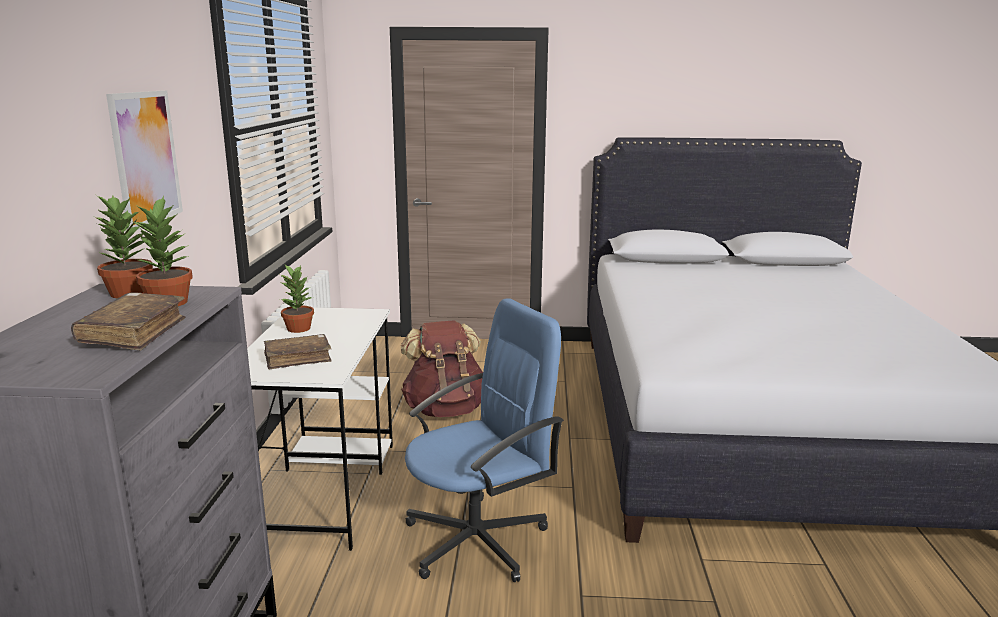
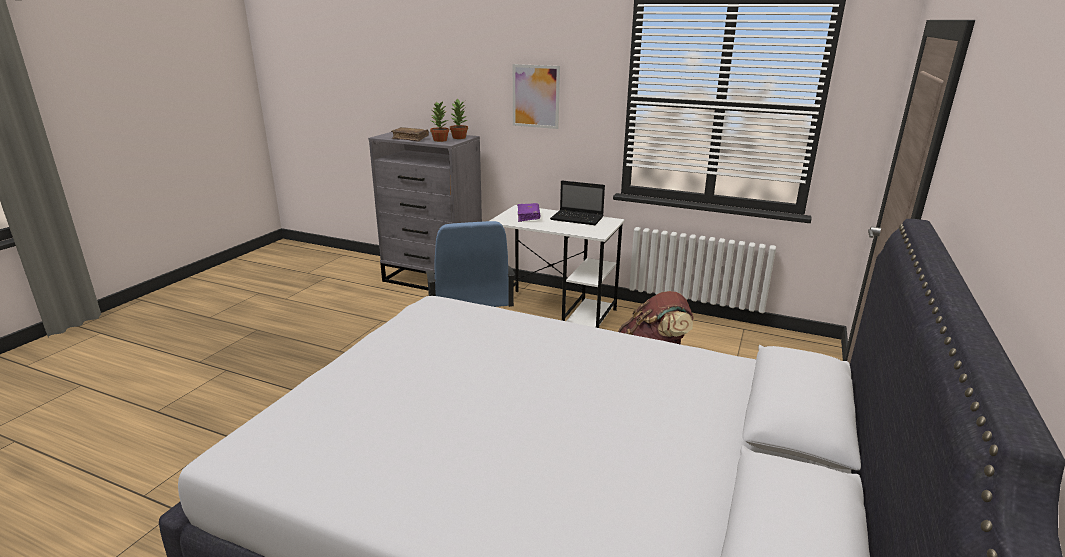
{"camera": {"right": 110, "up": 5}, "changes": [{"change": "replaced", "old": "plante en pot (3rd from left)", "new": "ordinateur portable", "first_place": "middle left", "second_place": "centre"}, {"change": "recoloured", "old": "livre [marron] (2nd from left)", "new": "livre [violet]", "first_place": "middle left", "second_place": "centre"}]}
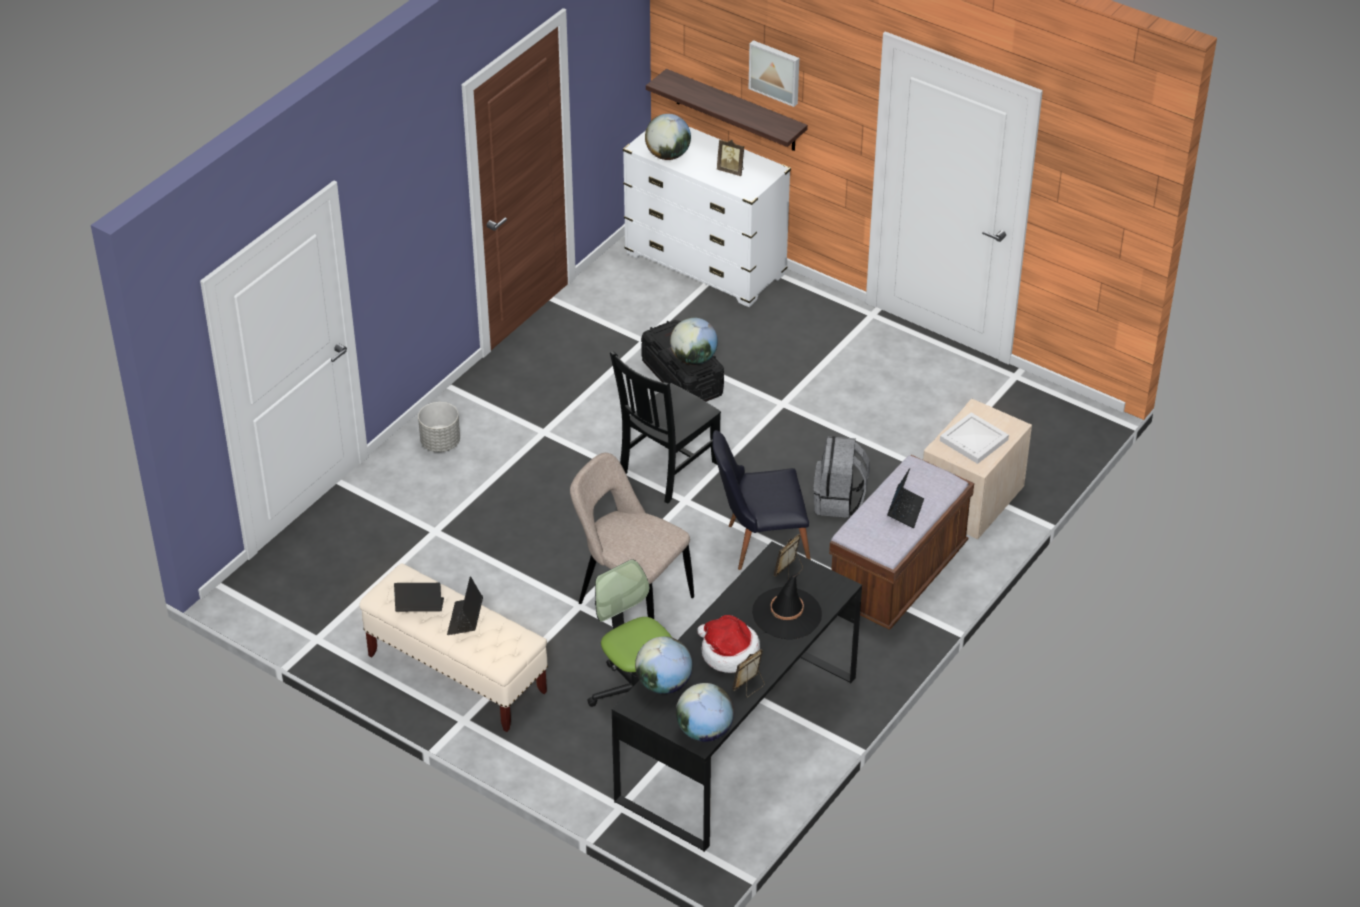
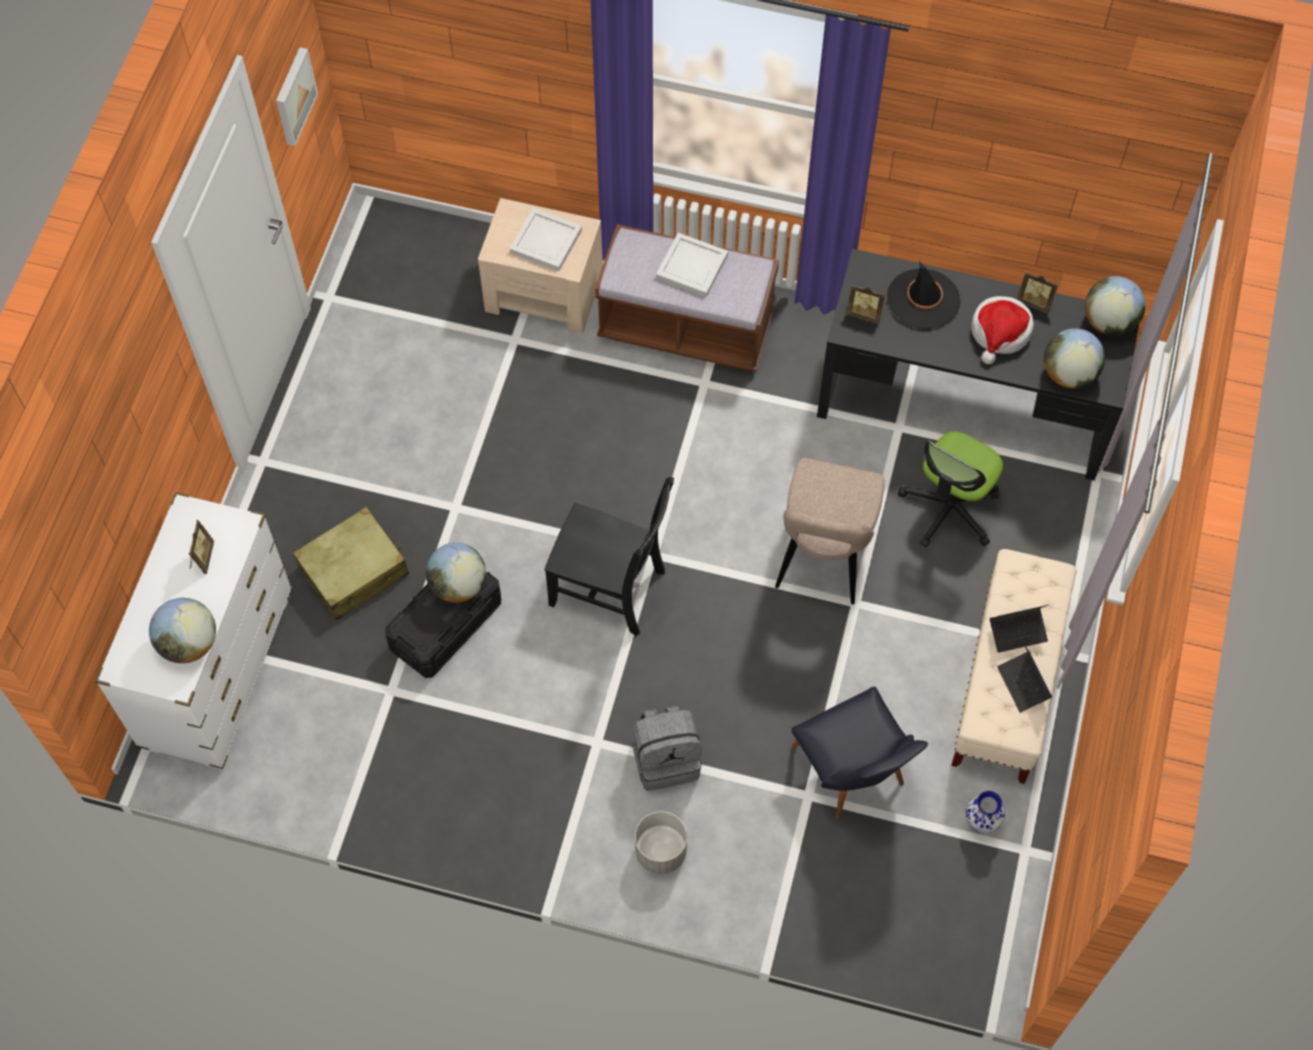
{"camera": {"right": -110, "up": 20}, "changes": [{"change": "removed", "old": "étagère", "first_place": "top centre"}, {"change": "added", "new": "valise [beige]", "second_place": "middle left"}, {"change": "added", "new": "vase", "second_place": "bottom right"}, {"change": "moved", "old": "chaise [noir] (2nd from left)", "first_place": "centre", "second_place": "bottom centre"}, {"change": "moved", "old": "tableau", "first_place": "top centre", "second_place": "top left"}, {"change": "moved", "old": "sac à dos [gris]", "first_place": "centre", "second_place": "bottom centre"}, {"change": "replaced", "old": "ordinateur portable (3rd from left)", "new": "plateau [blanc] (2nd from left)", "first_place": "centre", "second_place": "top centre"}]}
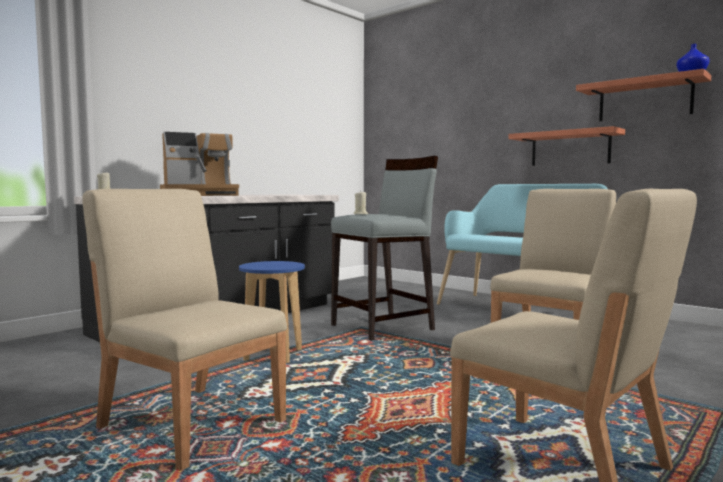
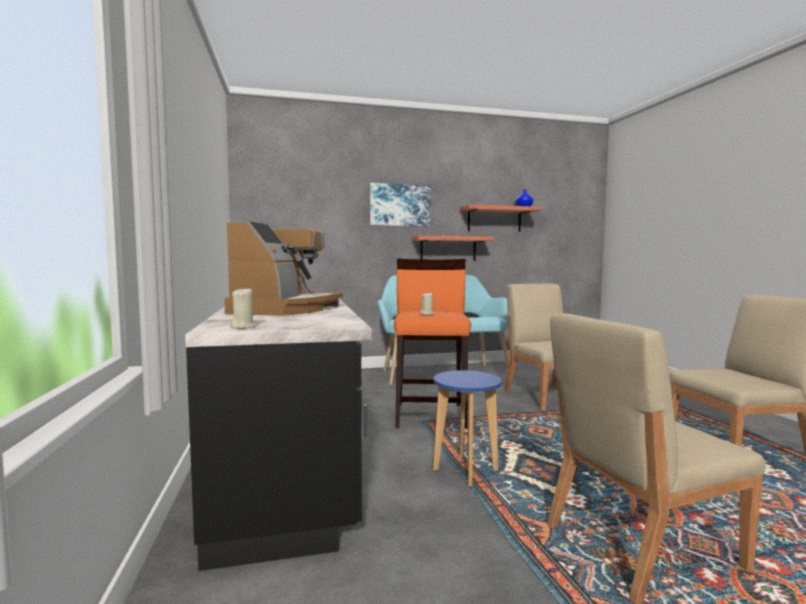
{"camera": {"right": -55, "up": 0}, "changes": [{"change": "added", "new": "tableau", "second_place": "centre"}, {"change": "recoloured", "old": "tabouret [gris]", "new": "tabouret [orange]", "first_place": "centre", "second_place": "centre"}]}
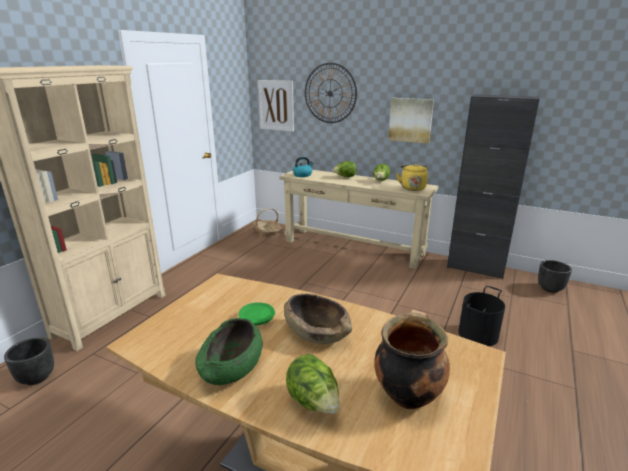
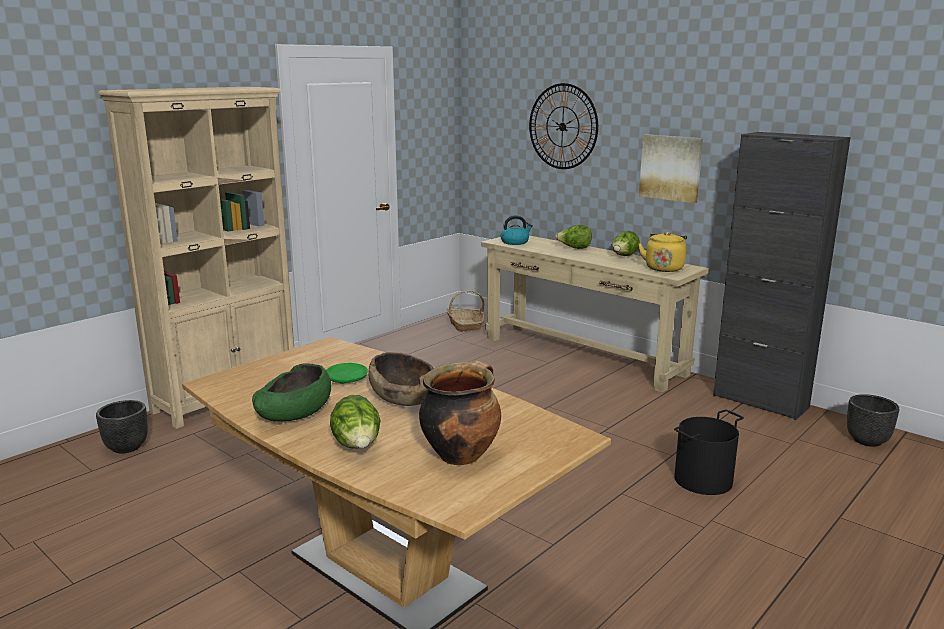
{"camera": {"right": 15, "up": -5}, "changes": [{"change": "removed", "old": "tableau (1st from left)", "first_place": "top centre"}]}
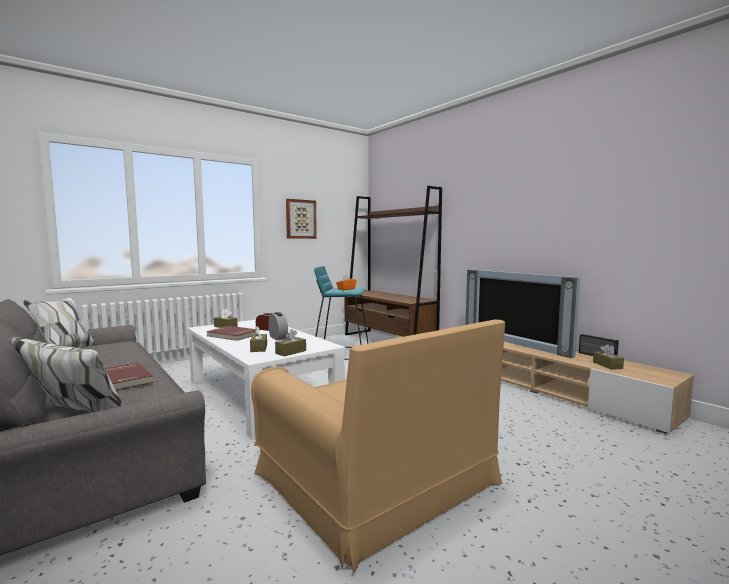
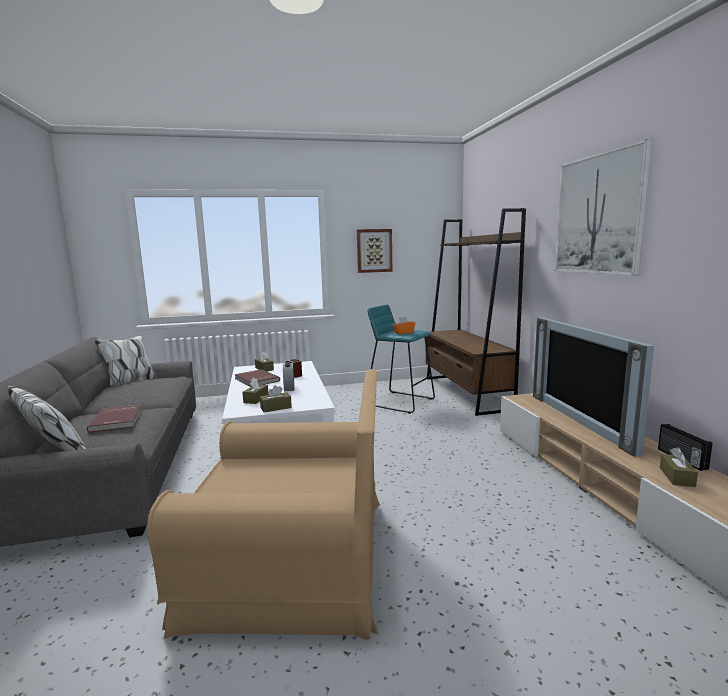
{"camera": {"right": 25, "up": 5}, "changes": [{"change": "added", "new": "tableau (2nd from left)", "second_place": "top right"}, {"change": "turned", "old": "fauteuil [marron]", "first_place": "bottom centre", "second_place": "bottom centre", "degrees": -75}]}
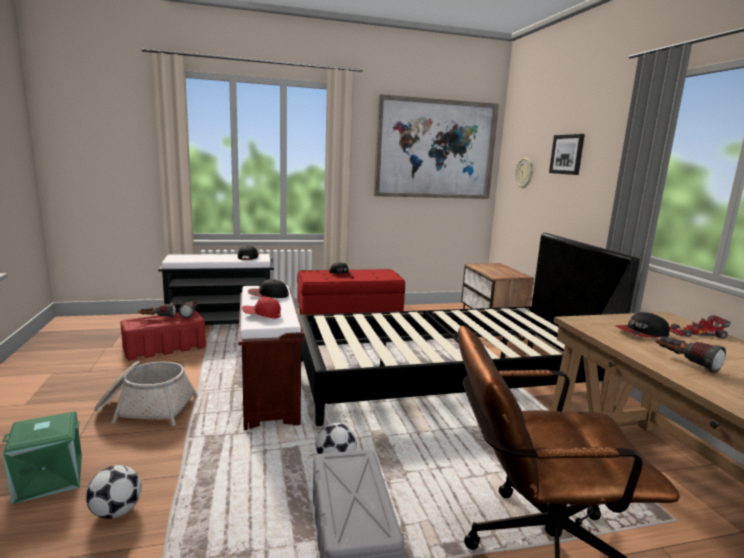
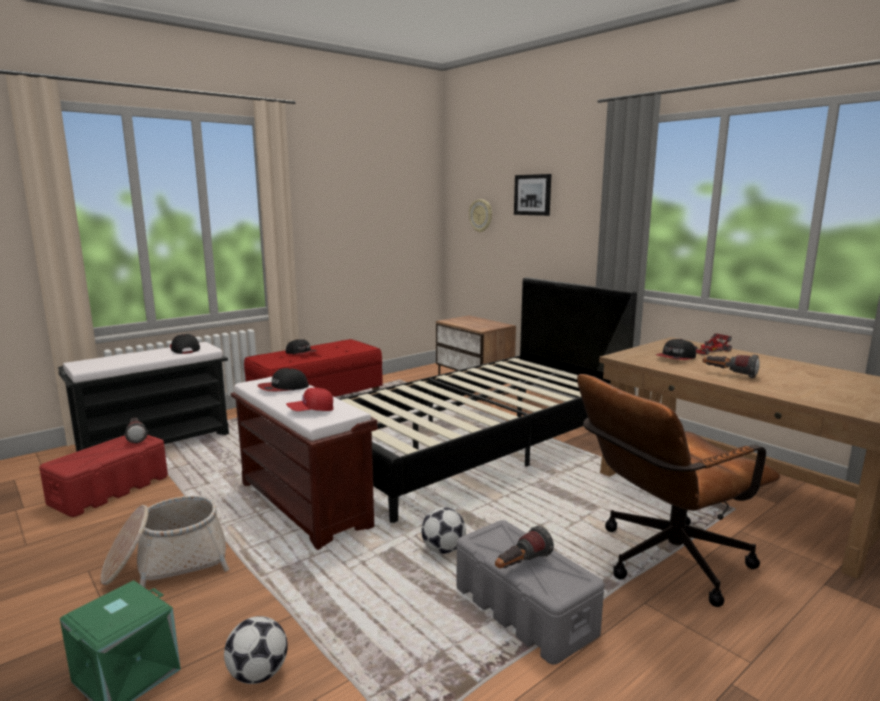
{"camera": {"right": -25, "up": 0}, "changes": [{"change": "removed", "old": "tableau (1st from left)", "first_place": "top centre"}, {"change": "moved", "old": "lampe de poche (1st from left in the first image)", "new": "lampe de poche (2nd from left)", "first_place": "middle left", "second_place": "bottom centre"}]}
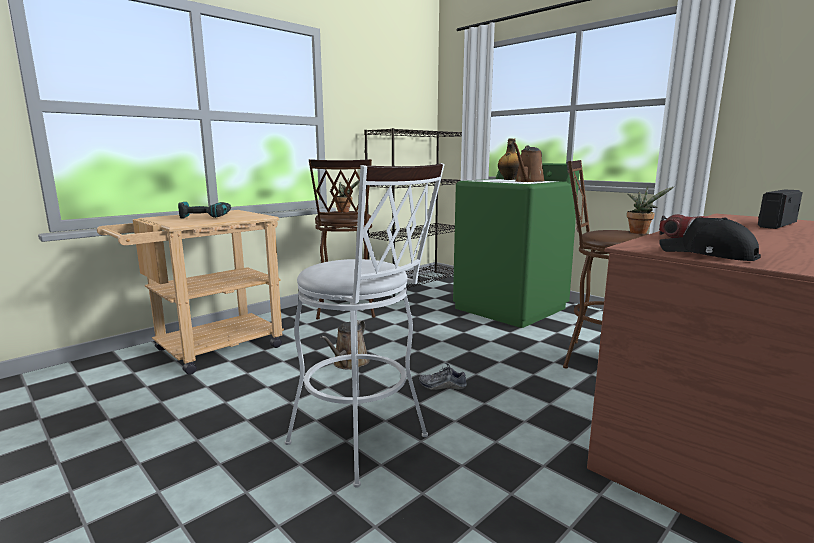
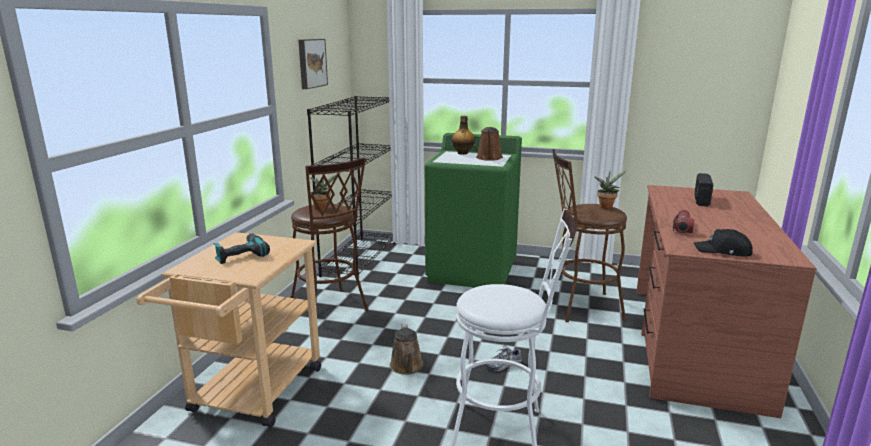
{"camera": {"right": -30, "up": 5}, "changes": [{"change": "added", "new": "tableau", "second_place": "top centre"}]}
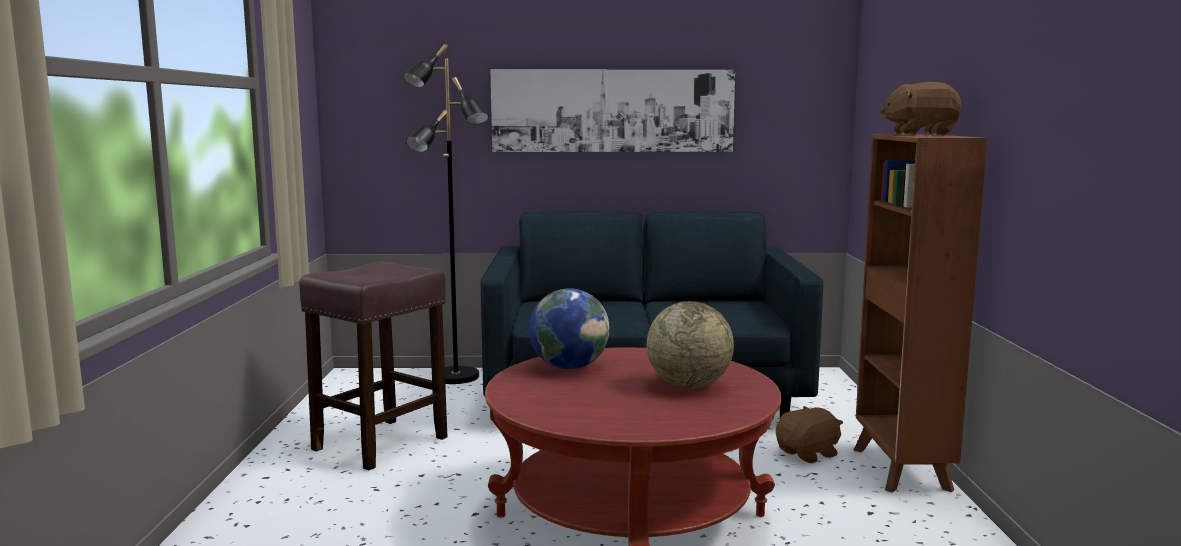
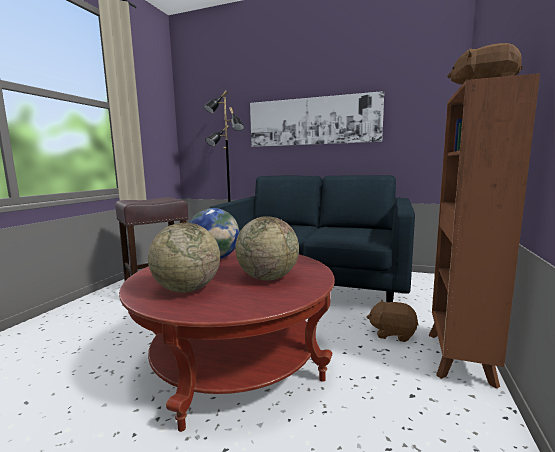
{"camera": {"right": 20, "up": 0}, "changes": [{"change": "added", "new": "globe (1st from left)", "second_place": "middle left"}, {"change": "turned", "old": "peluche [marron] (1st from left)", "first_place": "bottom right", "second_place": "bottom right", "degrees": -150}]}
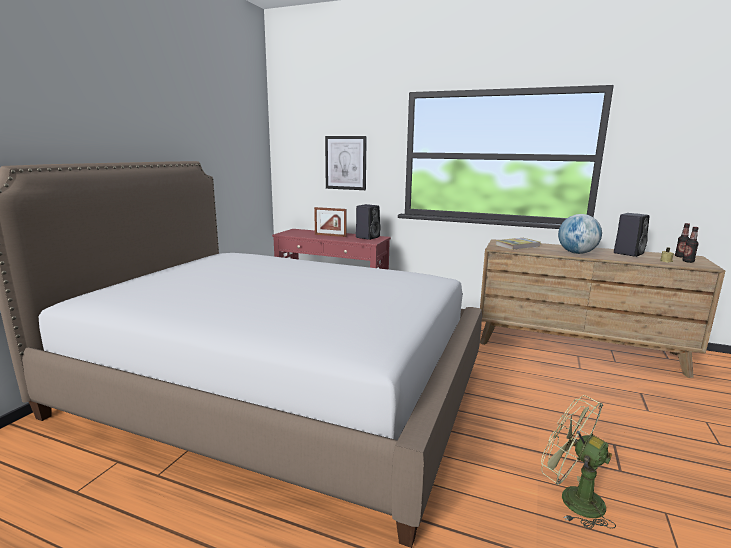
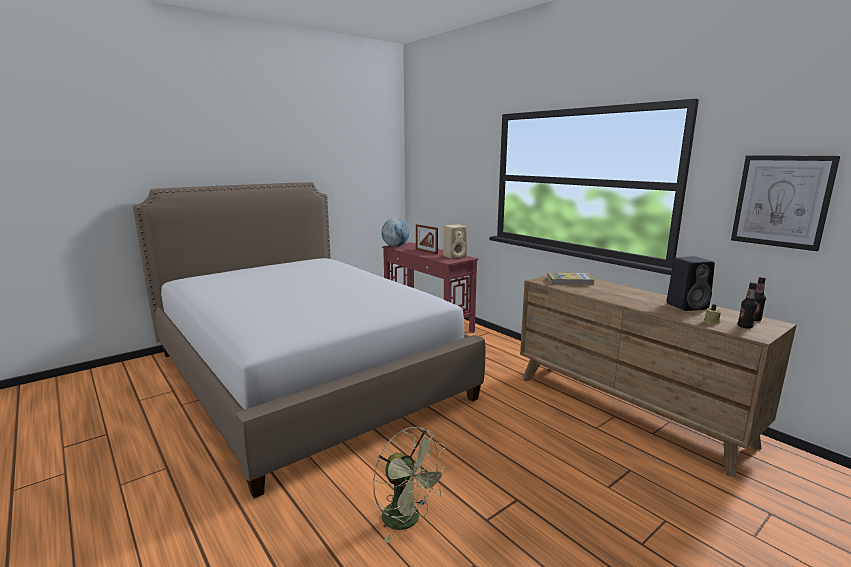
{"camera": {"right": 30, "up": 0}, "changes": [{"change": "moved", "old": "tableau", "first_place": "top centre", "second_place": "middle right"}, {"change": "moved", "old": "globe", "first_place": "middle right", "second_place": "centre"}, {"change": "recoloured", "old": "enceinte [noir] (1st from left)", "new": "enceinte [beige]", "first_place": "centre", "second_place": "centre"}, {"change": "turned", "old": "ventilateur [vert]", "first_place": "bottom right", "second_place": "bottom centre", "degrees": 150}]}
